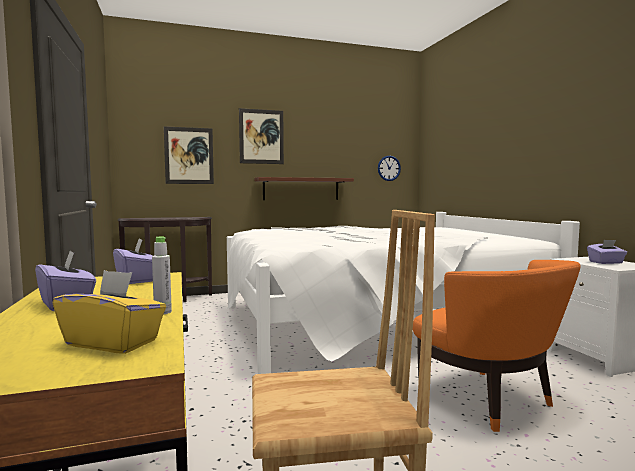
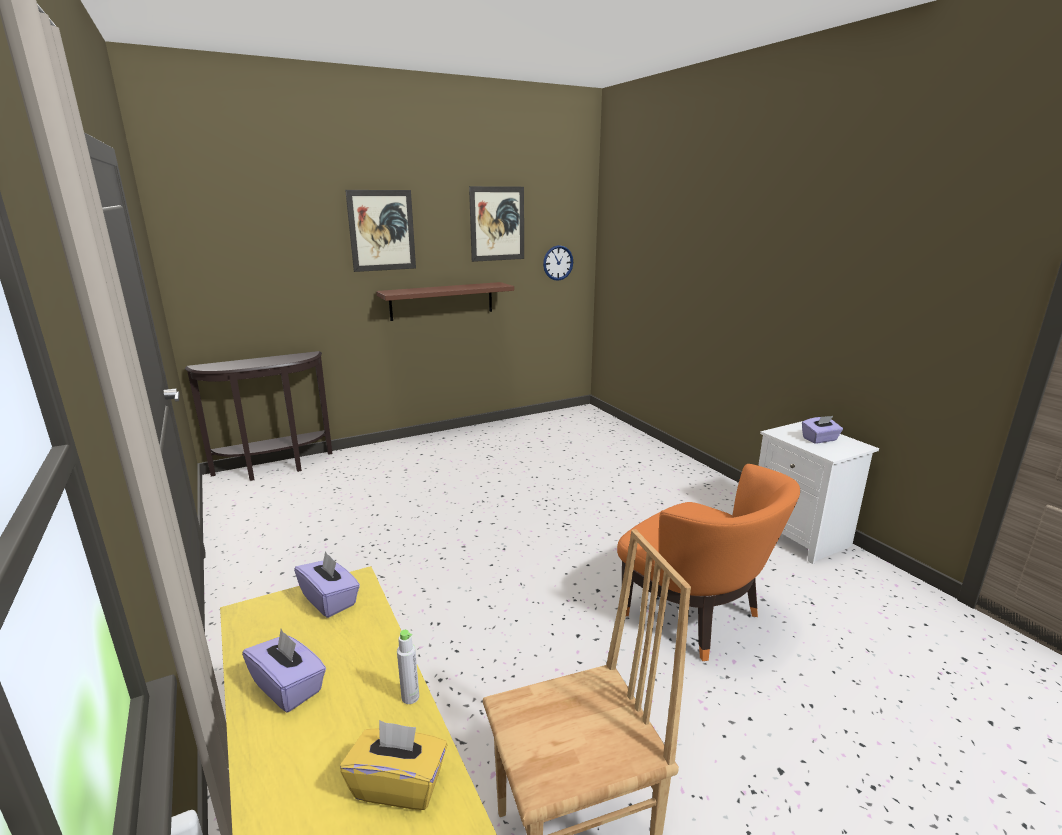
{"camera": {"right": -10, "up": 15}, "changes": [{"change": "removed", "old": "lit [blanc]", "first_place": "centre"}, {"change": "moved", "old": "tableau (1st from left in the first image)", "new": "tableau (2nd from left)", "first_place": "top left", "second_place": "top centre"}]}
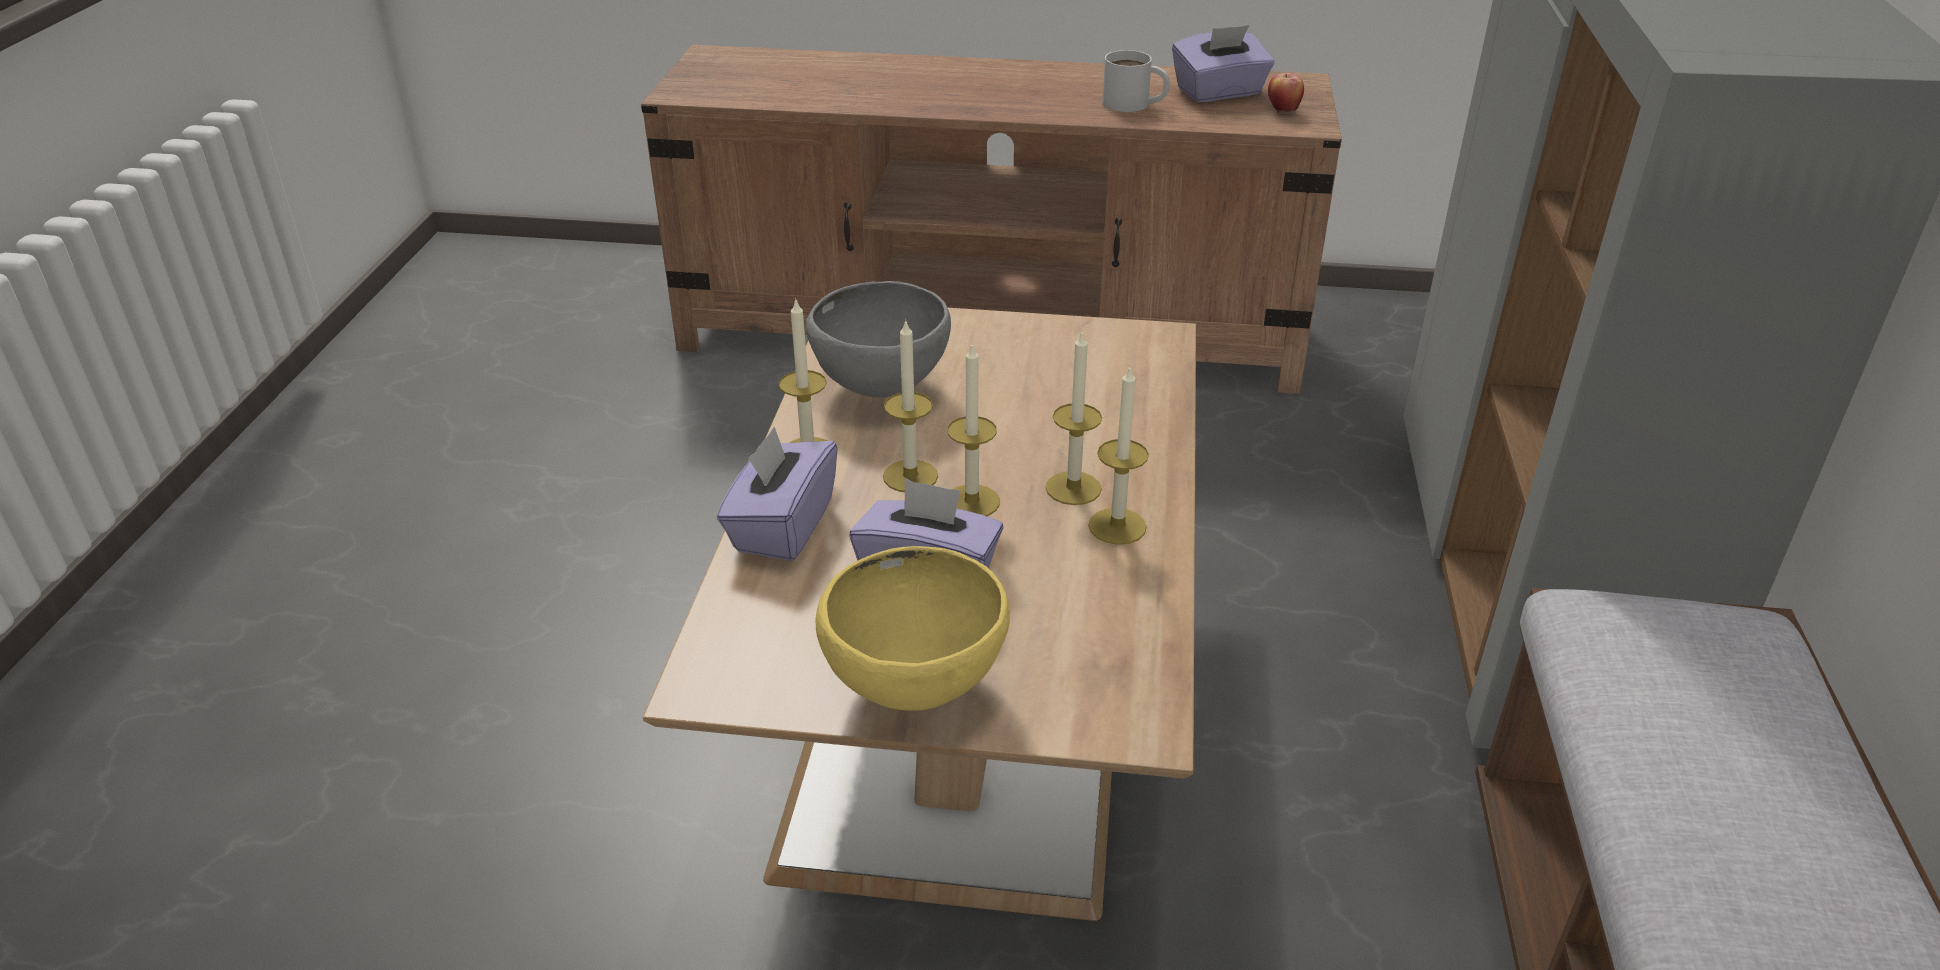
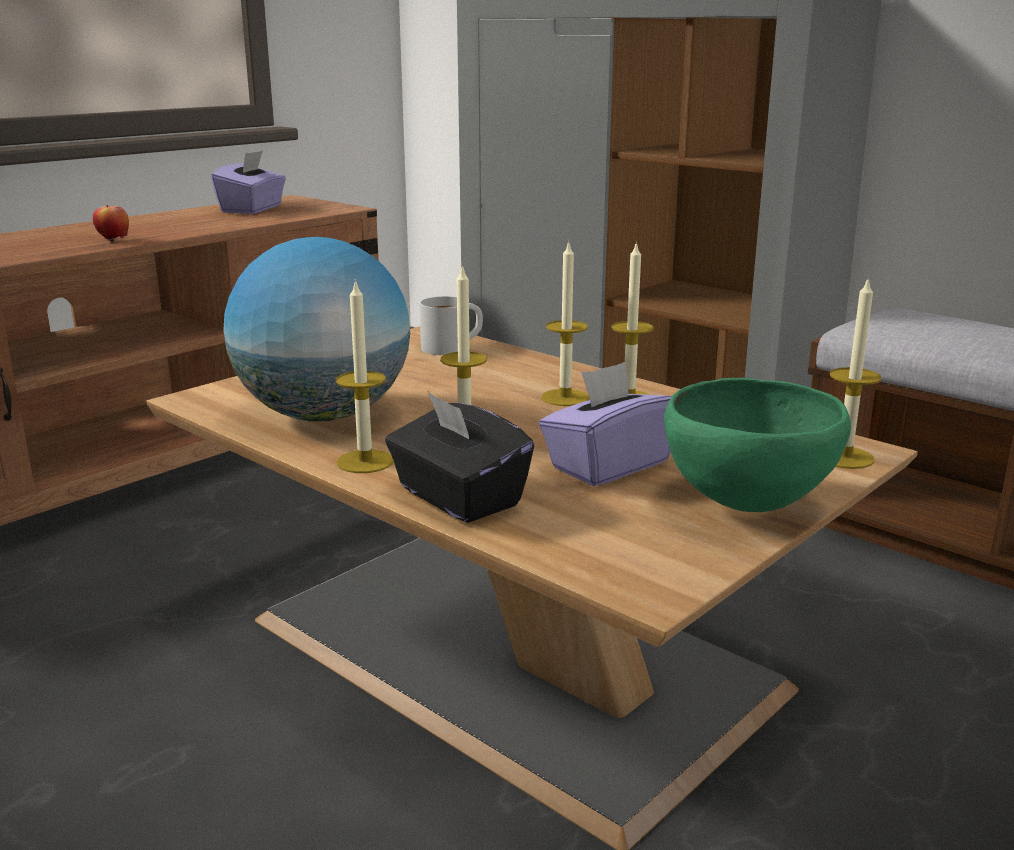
{"camera": {"right": -55, "up": -15}, "changes": [{"change": "moved", "old": "bougie (3rd from left in the first image)", "new": "bougie (5th from left)", "first_place": "centre", "second_place": "middle right"}, {"change": "moved", "old": "mug [blanc]", "first_place": "top centre", "second_place": "centre"}, {"change": "moved", "old": "pomme", "first_place": "top centre", "second_place": "top left"}, {"change": "replaced", "old": "bol [gris]", "new": "globe", "first_place": "centre", "second_place": "middle left"}, {"change": "recoloured", "old": "boîte à mouchoirs [violet] (1st from left)", "new": "boîte à mouchoirs [noir]", "first_place": "centre", "second_place": "centre"}, {"change": "recoloured", "old": "bol [jaune]", "new": "bol [vert]", "first_place": "centre", "second_place": "middle right"}]}
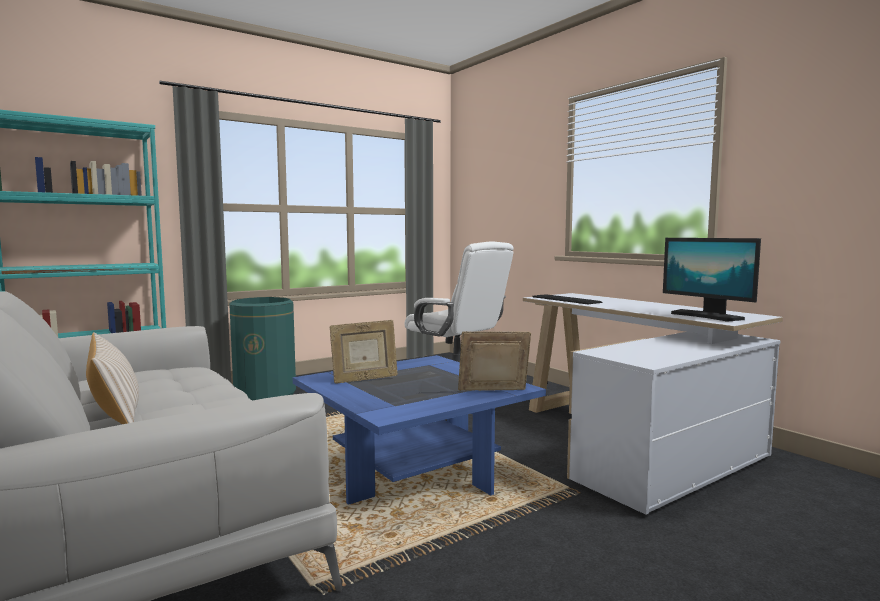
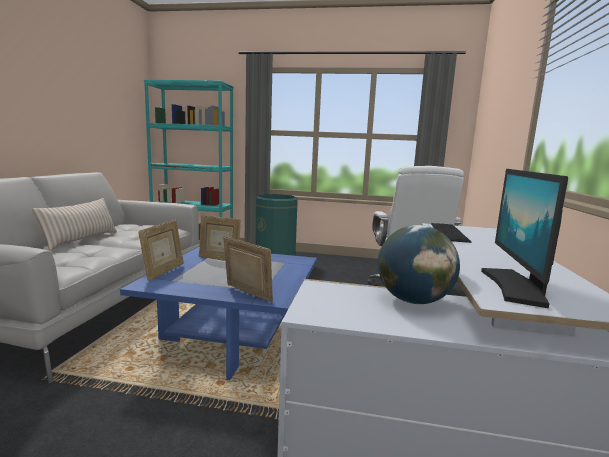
{"camera": {"right": 45, "up": 5}, "changes": [{"change": "added", "new": "cadre photo (1st from left)", "second_place": "middle left"}, {"change": "added", "new": "globe", "second_place": "middle right"}]}
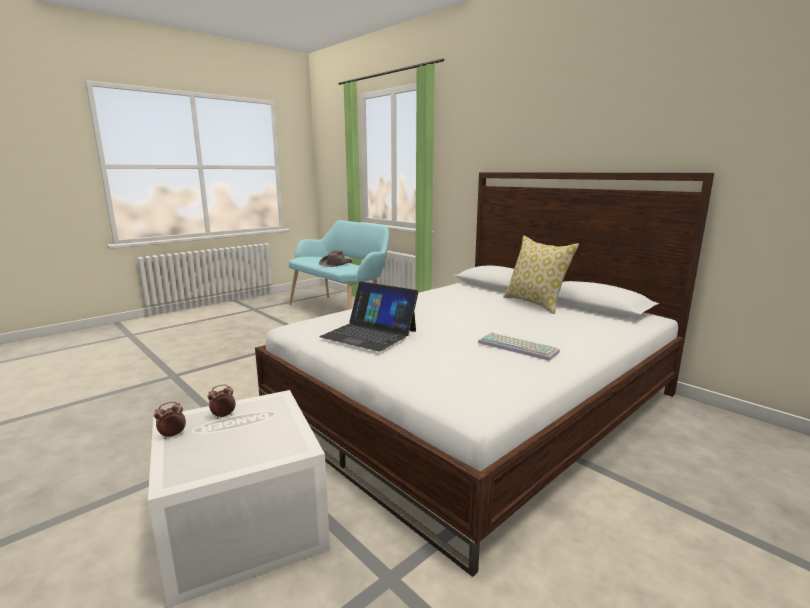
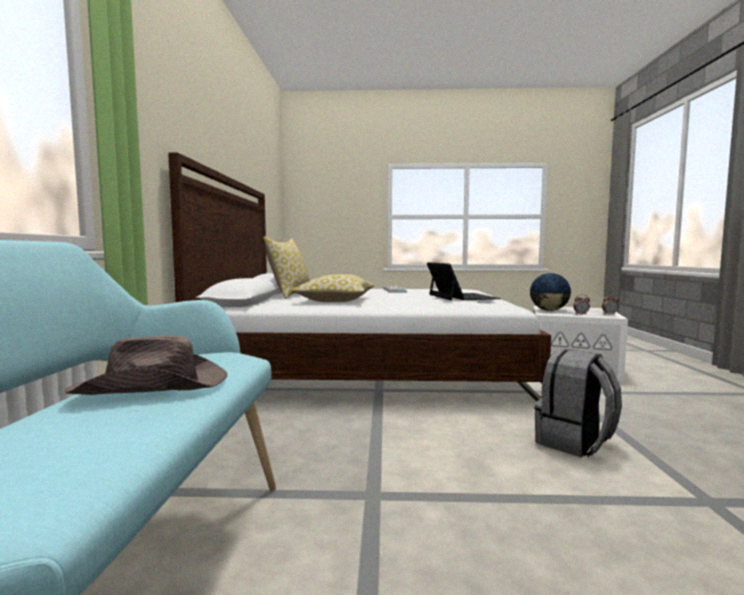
{"camera": {"right": -135, "up": -10}, "changes": [{"change": "added", "new": "coussin (2nd from left)", "second_place": "centre"}, {"change": "added", "new": "globe", "second_place": "middle right"}, {"change": "added", "new": "sac à dos [gris]", "second_place": "bottom right"}]}
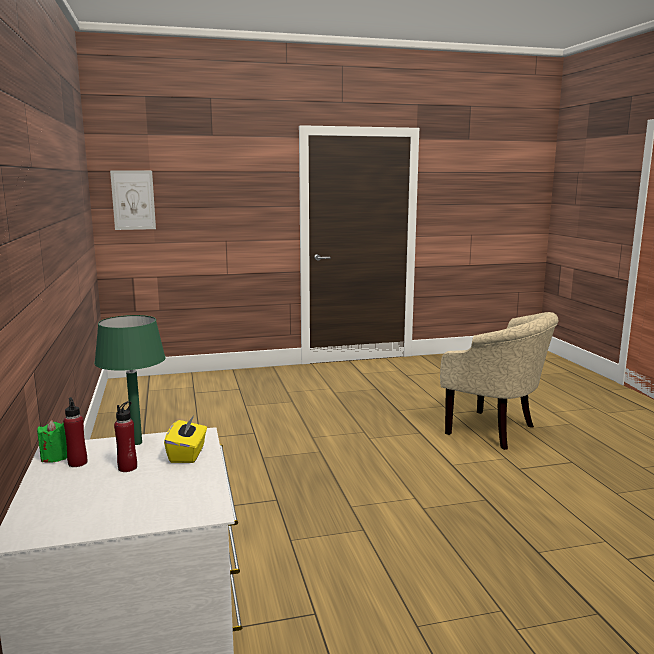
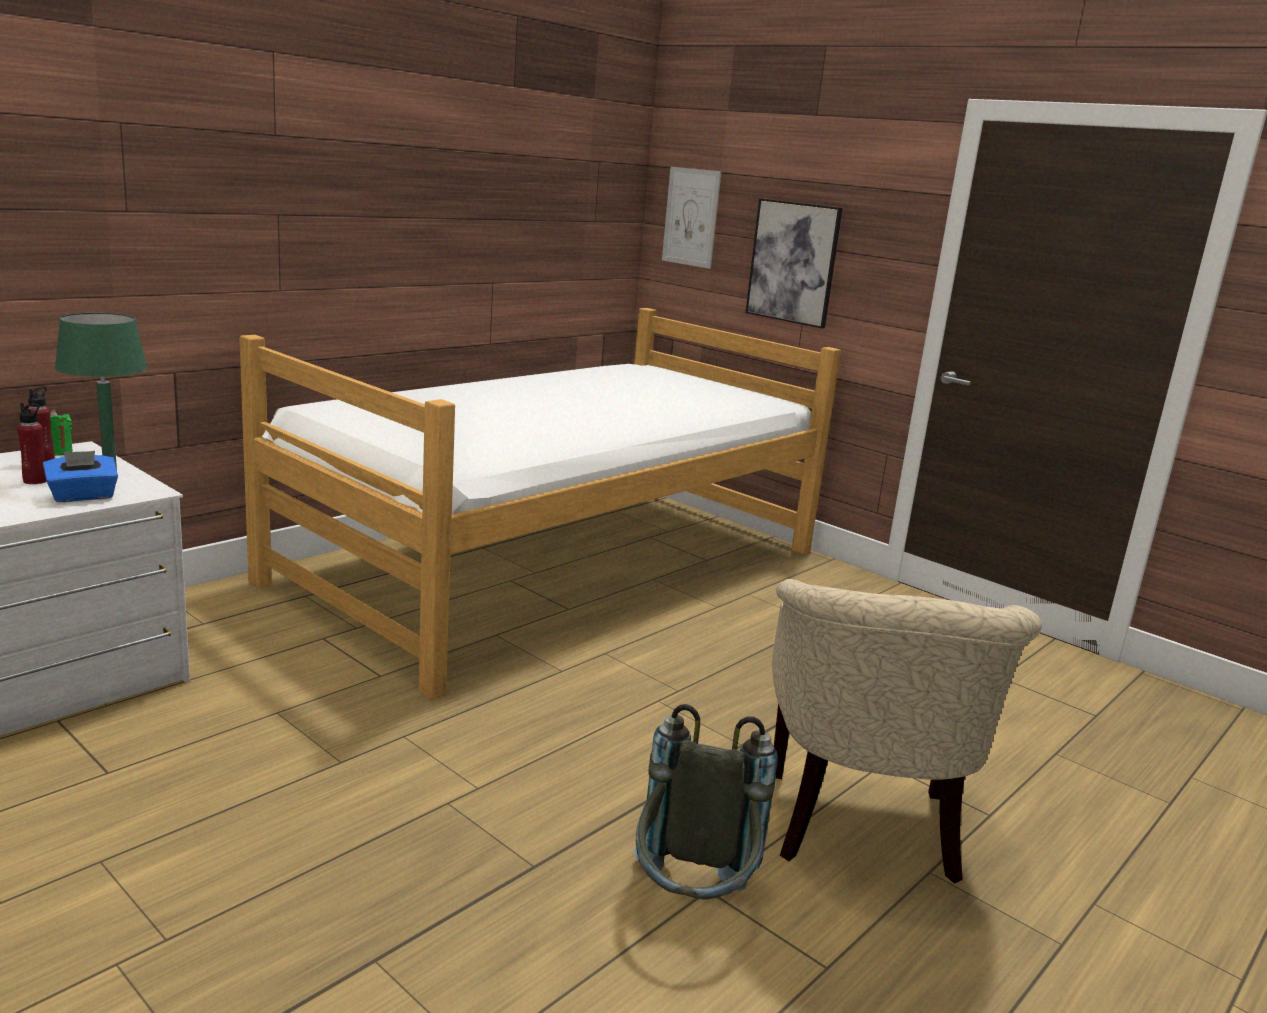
{"camera": {"right": 55, "up": 5}, "changes": [{"change": "added", "new": "lit", "second_place": "centre"}, {"change": "added", "new": "sac à dos [gris]", "second_place": "bottom centre"}, {"change": "added", "new": "tableau (2nd from left)", "second_place": "top centre"}, {"change": "recoloured", "old": "boîte à mouchoirs [jaune]", "new": "boîte à mouchoirs [bleu]", "first_place": "bottom left", "second_place": "middle left"}]}
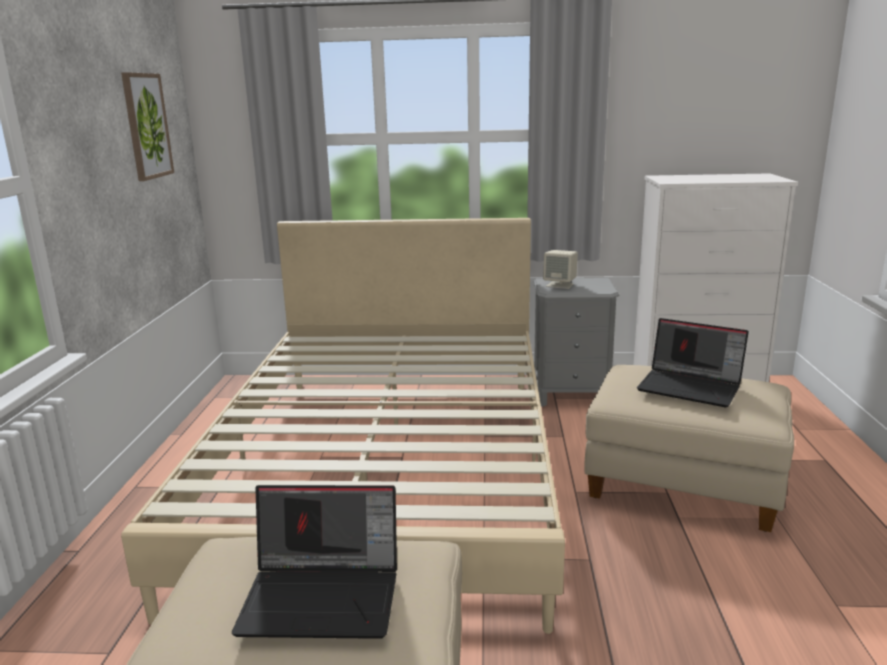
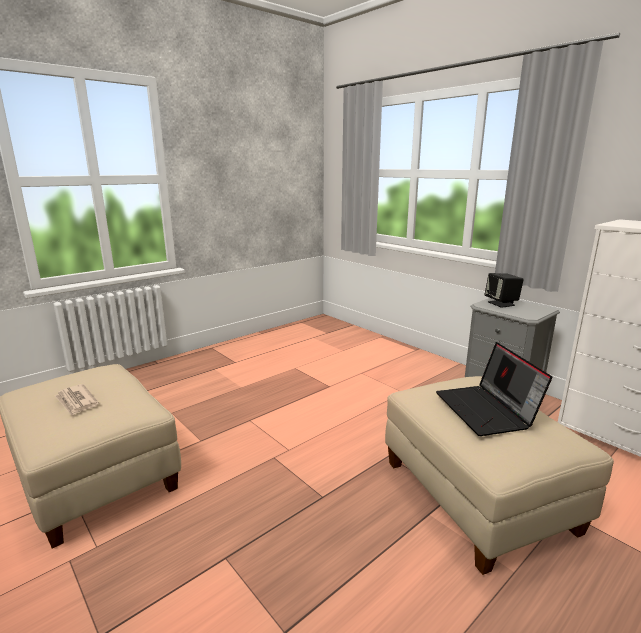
{"camera": {"right": 45, "up": 0}, "changes": [{"change": "removed", "old": "tableau", "first_place": "top left"}, {"change": "removed", "old": "lit [beige]", "first_place": "centre"}, {"change": "replaced", "old": "ordinateur portable (1st from left)", "new": "journal", "first_place": "bottom centre", "second_place": "middle left"}, {"change": "recoloured", "old": "enceinte [beige]", "new": "enceinte [noir]", "first_place": "centre", "second_place": "middle right"}]}
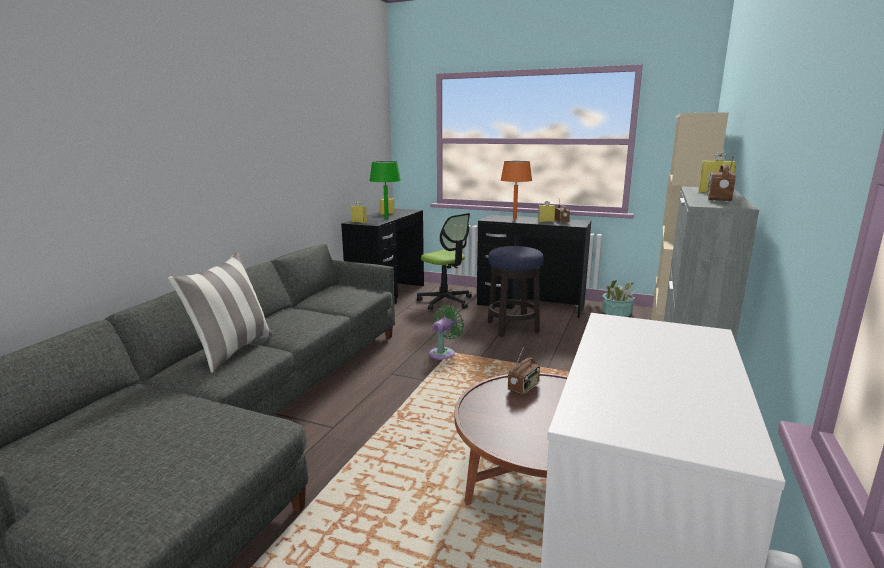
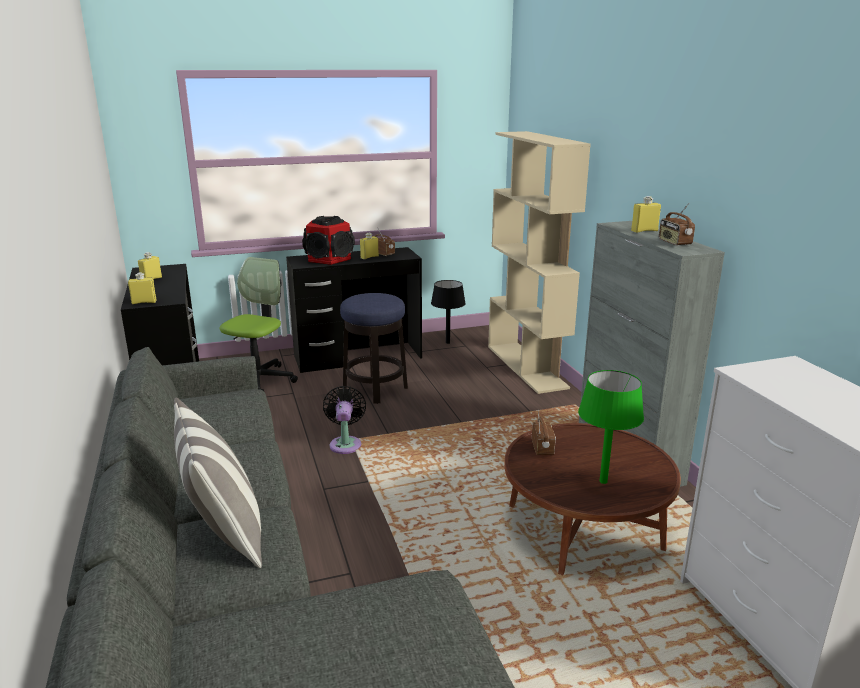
{"camera": {"right": -40, "up": 5}, "changes": [{"change": "moved", "old": "lampe de table [vert]", "first_place": "centre", "second_place": "middle right"}, {"change": "replaced", "old": "lampe de table [orange]", "new": "enceinte", "first_place": "centre", "second_place": "centre"}, {"change": "replaced", "old": "plante en pot", "new": "lampe de table [noir]", "first_place": "middle right", "second_place": "centre"}, {"change": "recoloured", "old": "ventilateur [vert]", "new": "ventilateur [noir]", "first_place": "centre", "second_place": "centre"}, {"change": "turned", "old": "chaise de bureau", "first_place": "centre", "second_place": "middle left", "degrees": -75}]}
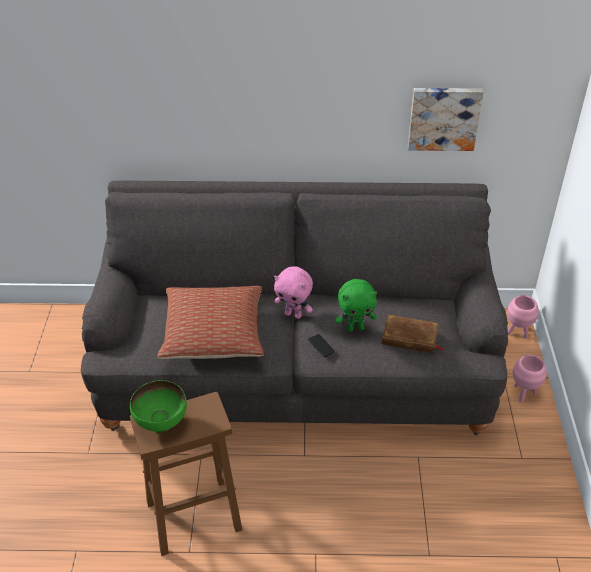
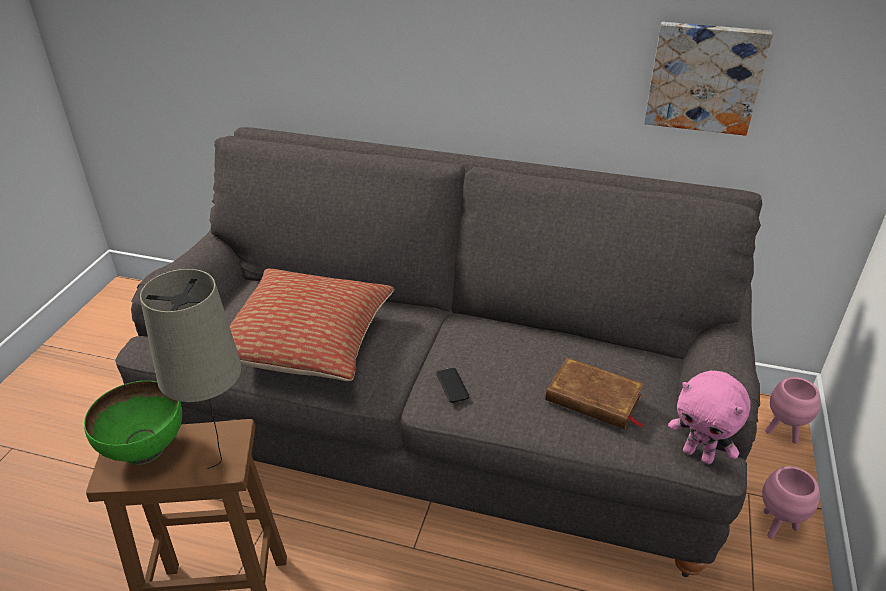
{"camera": {"right": 15, "up": -5}, "changes": [{"change": "removed", "old": "peluche [vert]", "first_place": "centre"}, {"change": "added", "new": "lampe de table [beige]", "second_place": "middle left"}, {"change": "moved", "old": "peluche [rose]", "first_place": "centre", "second_place": "bottom right"}]}
